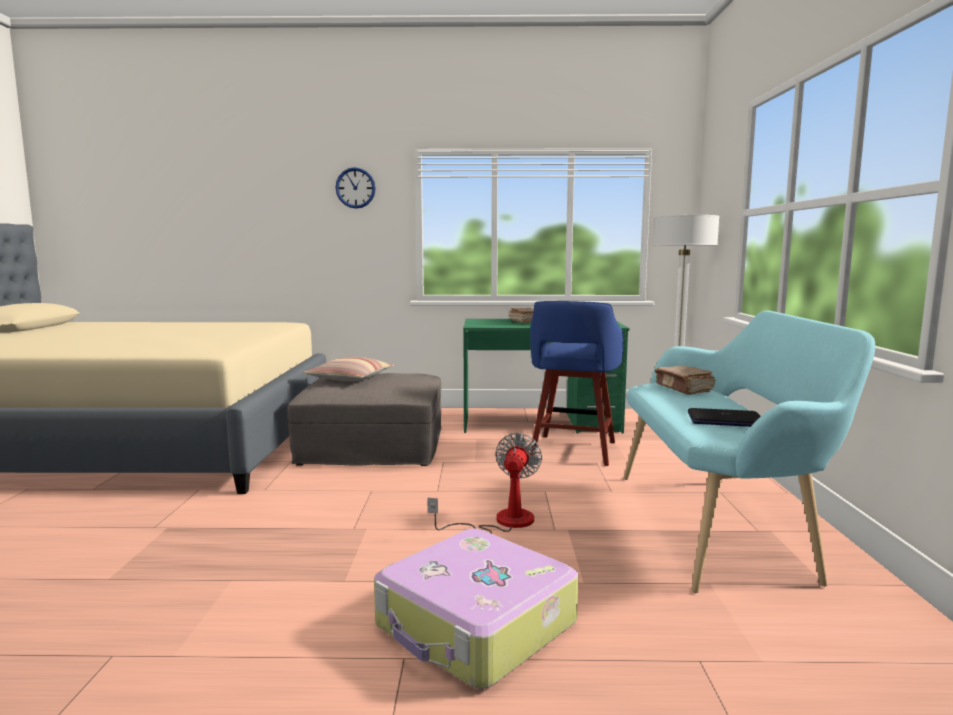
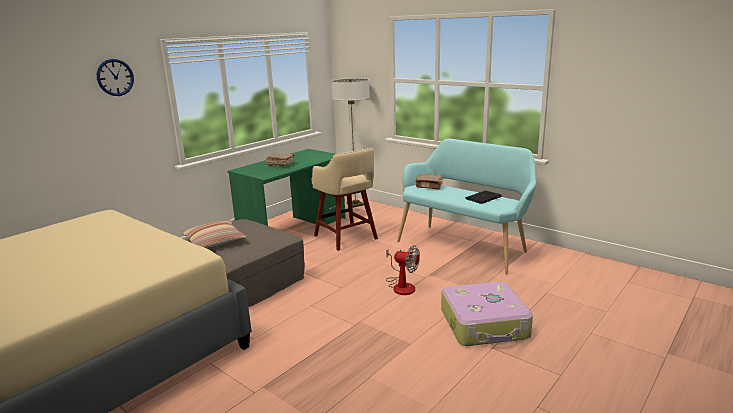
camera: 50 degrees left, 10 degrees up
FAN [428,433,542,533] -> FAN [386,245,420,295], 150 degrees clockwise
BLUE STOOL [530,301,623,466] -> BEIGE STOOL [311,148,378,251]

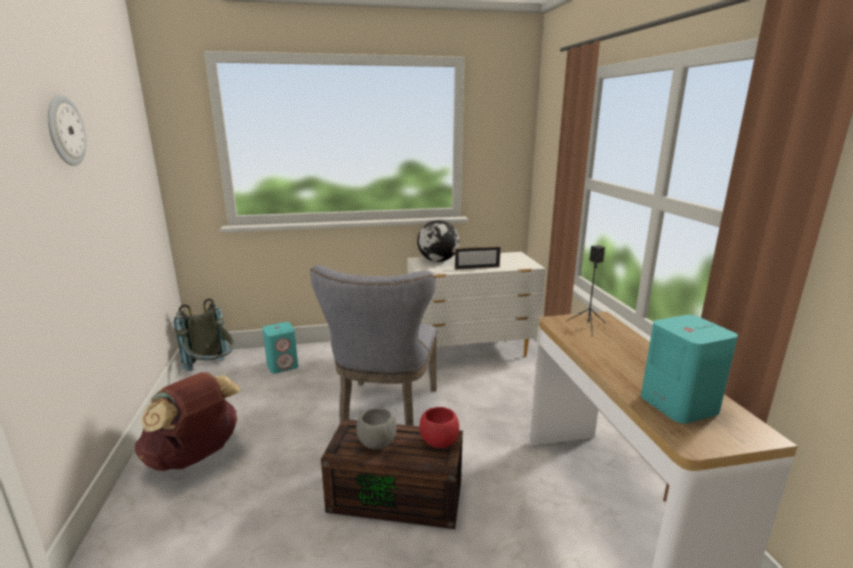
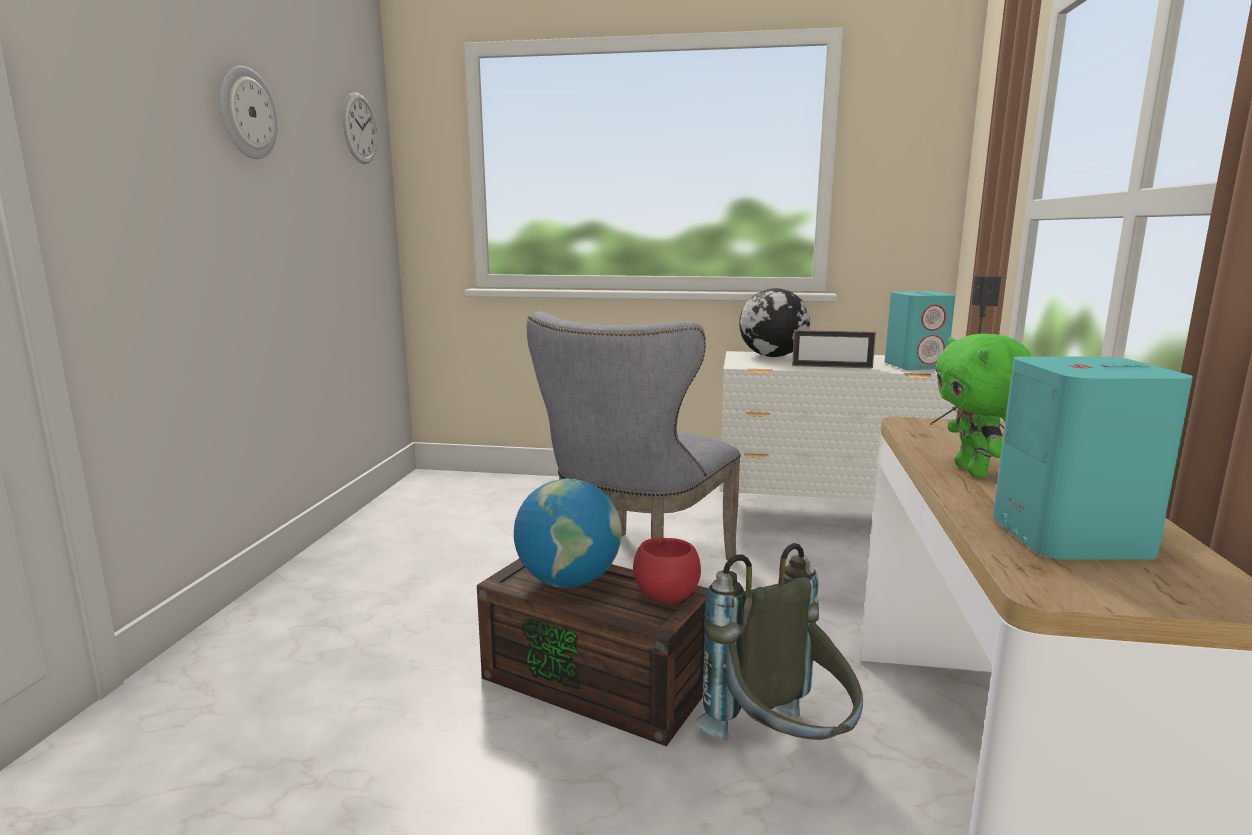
camera: 20 degrees right, 5 degrees down
BROWN BACKPACK [135,372,241,471] -> none
GREY BACKPACK [174,298,234,371] -> GREY BACKPACK [696,543,863,740], relocated
TURQUOISE SPEAKER [262,322,298,374] -> TURQUOISE SPEAKER [885,291,955,370], relocated
GREY BOWL [356,408,397,449] -> GLOBE [514,479,622,587]
none -> WALL CLOCK [342,92,378,164]
none -> GREEN PLUSH TOY [935,334,1031,477]

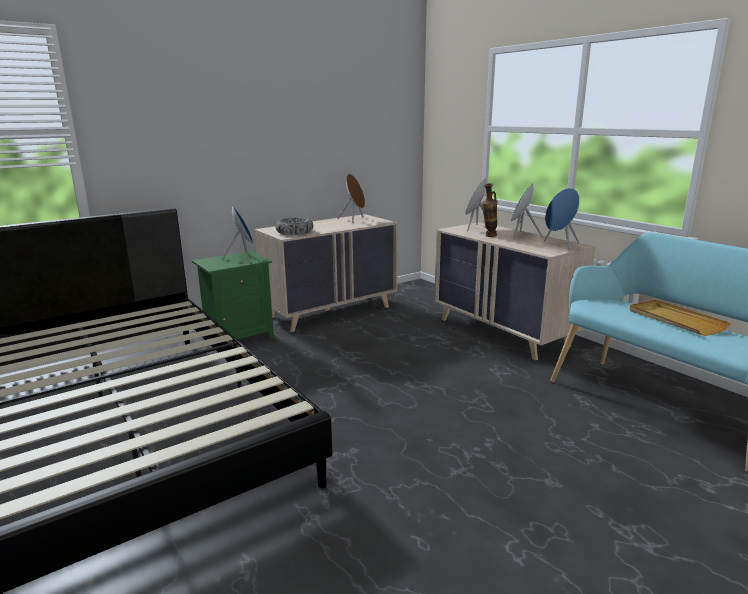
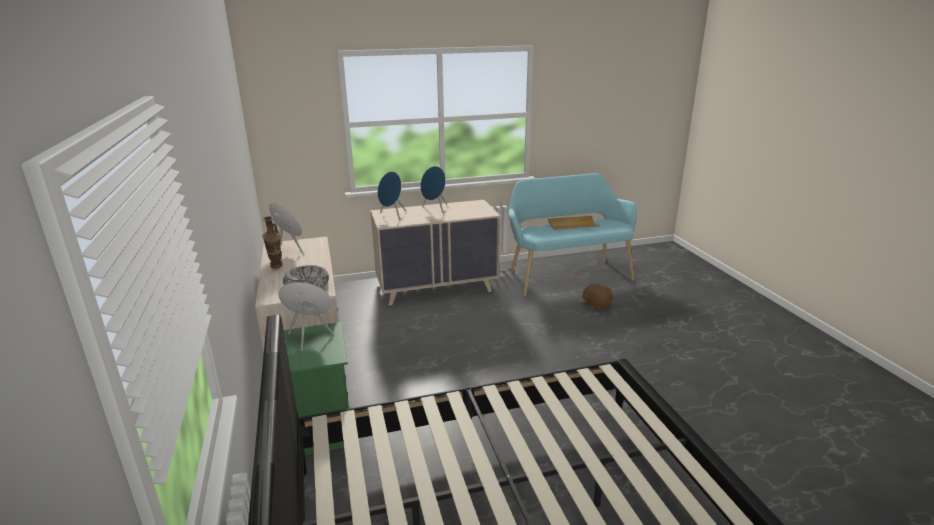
camera: 70 degrees left, 5 degrees up
VASE [482,183,498,237] -> VASE [262,216,282,269], relocated
BLUE SPEAKER [544,188,580,250] -> none
none -> BROWN PLUSH TOY [583,283,613,311]

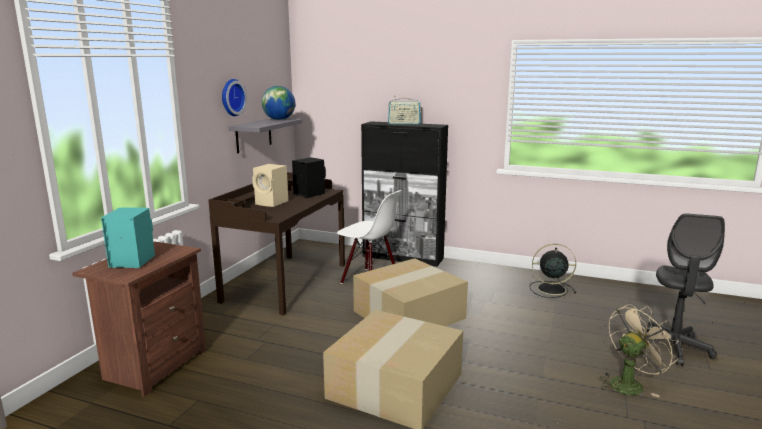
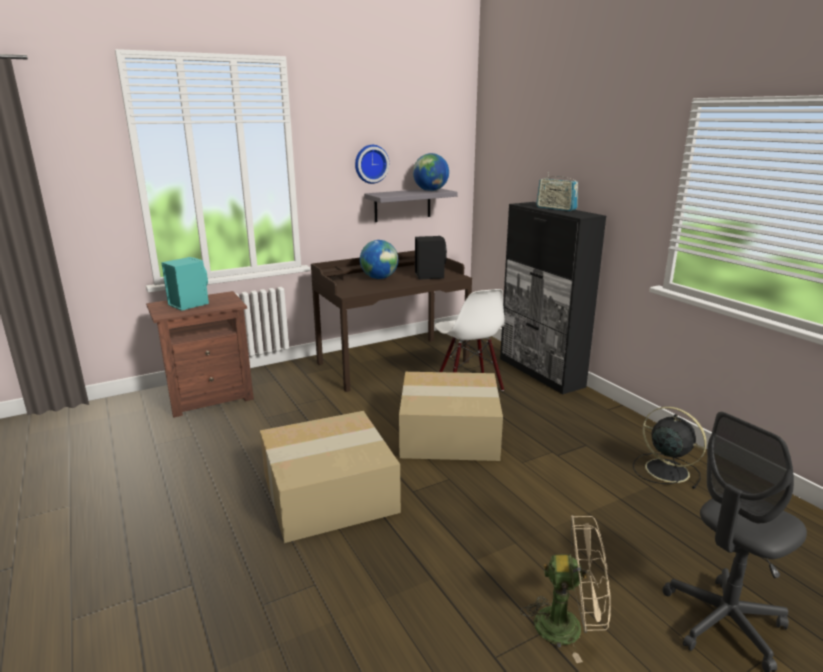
camera: 40 degrees right, 5 degrees up
BEIGE SPEAKER [252,164,288,207] -> GLOBE [360,240,398,279]

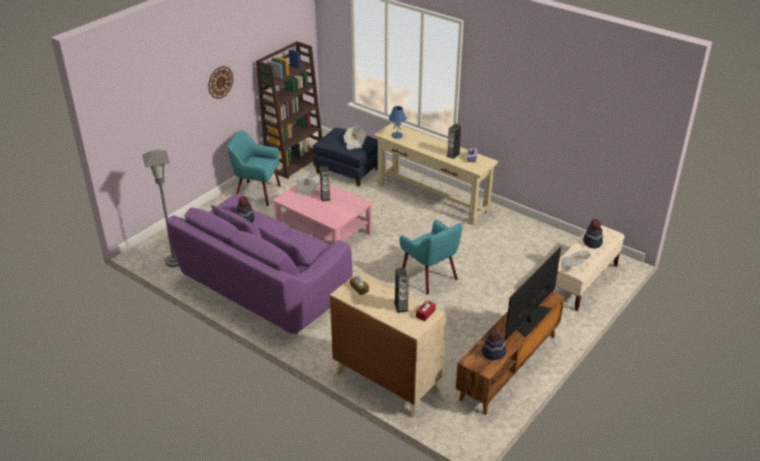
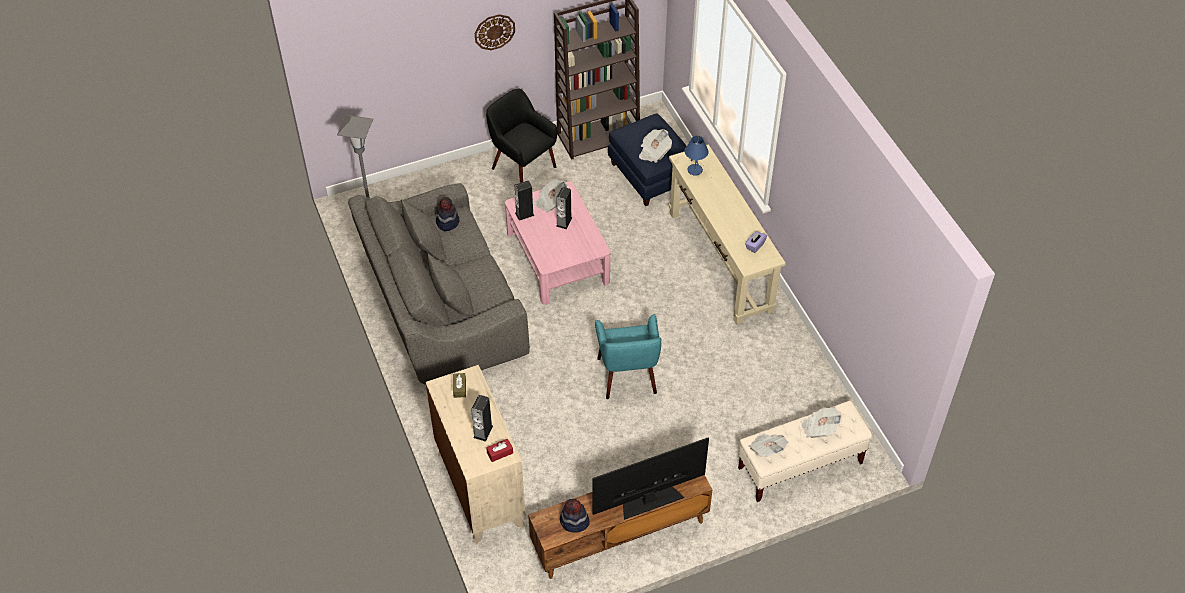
camera: 30 degrees right, 15 degrees up
PURPLE SOFA [166,194,353,334] -> GREY SOFA [348,183,530,385]
TURQUOISE ARMCHAIR [228,130,281,206] -> BLACK ARMCHAIR [486,88,557,183]
SPEAKER [447,123,461,159] -> SPEAKER [515,180,535,221], relocated
HAT [583,219,603,248] -> NEWSPAPER [801,408,842,438]

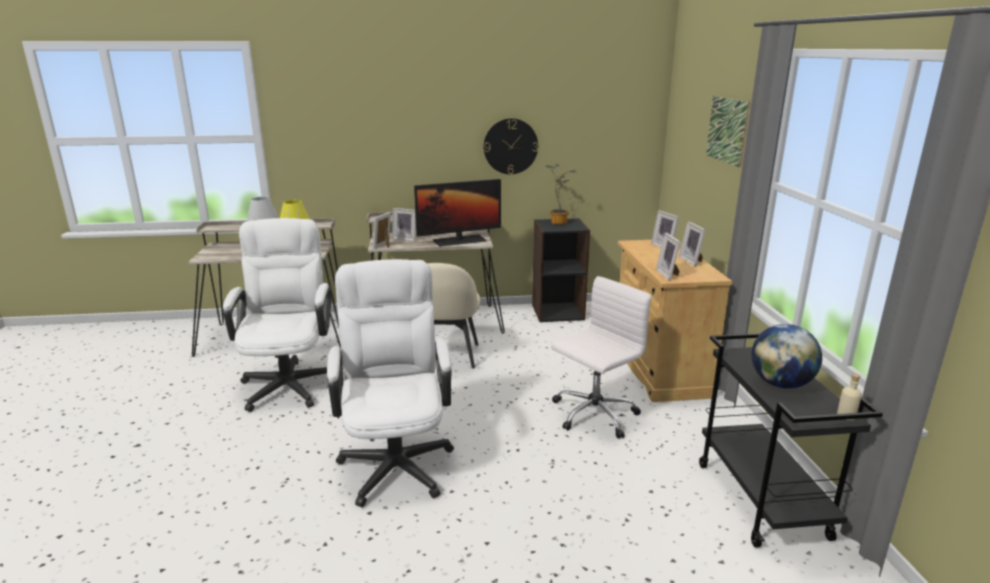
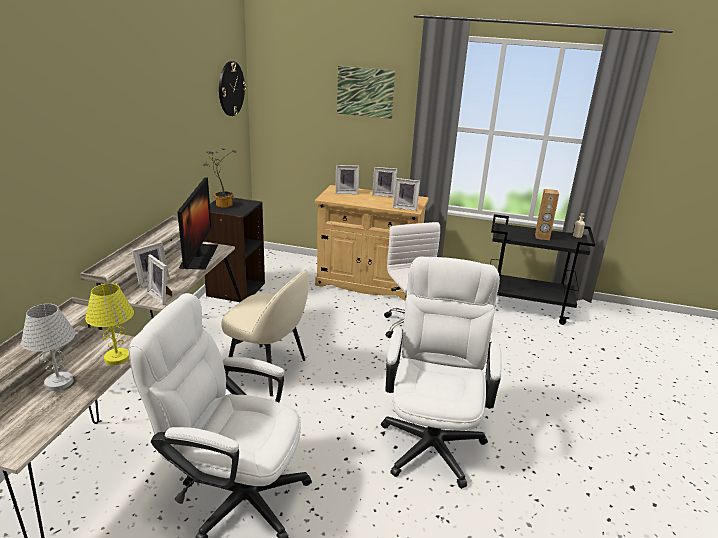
camera: 70 degrees left, 5 degrees up
WHITE OFFICE CHAIR [327,259,454,507] -> WHITE OFFICE CHAIR [381,256,502,489], 90 degrees clockwise
WALL CLOCK [484,118,538,174] -> WALL CLOCK [219,61,246,116], relocated
GLOBE [751,324,822,389] -> BROWN SPEAKER [535,189,559,240]

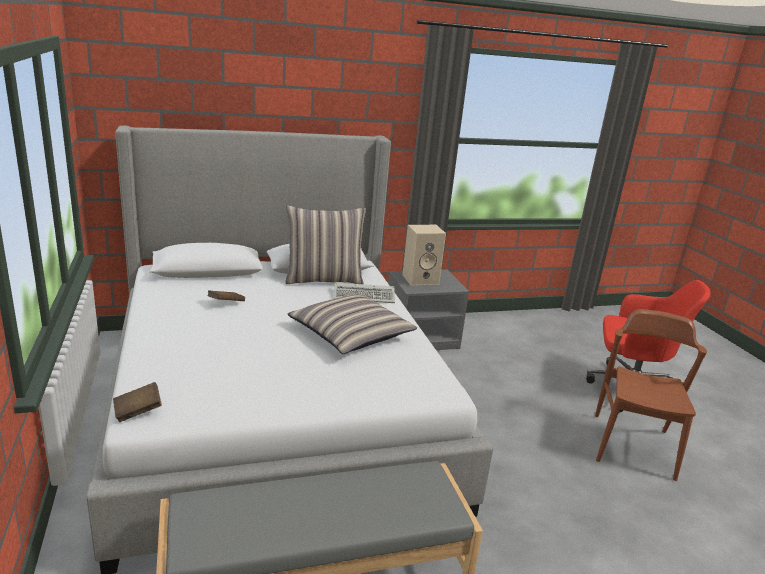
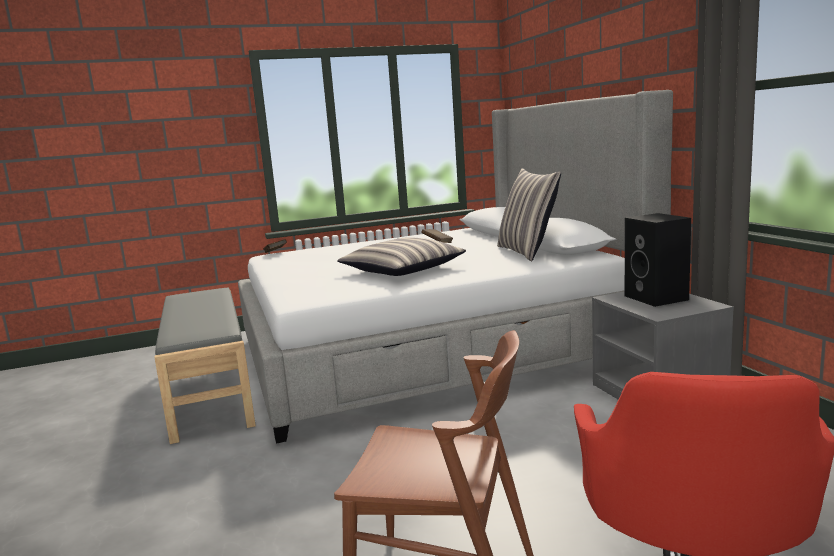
camera: 90 degrees right, 10 degrees down
KEYBOARD [334,283,395,303] -> none
BEIGE SPEAKER [402,225,446,286] -> BLACK SPEAKER [625,213,691,307]

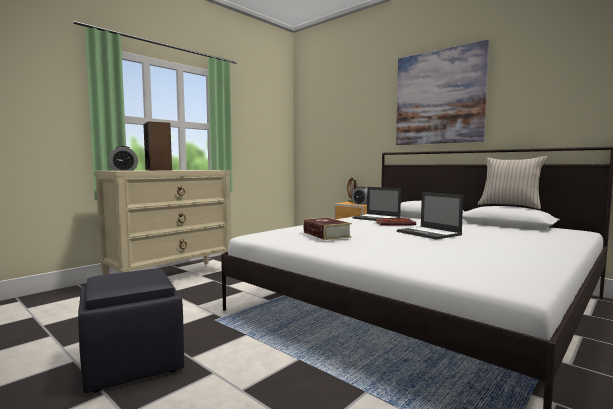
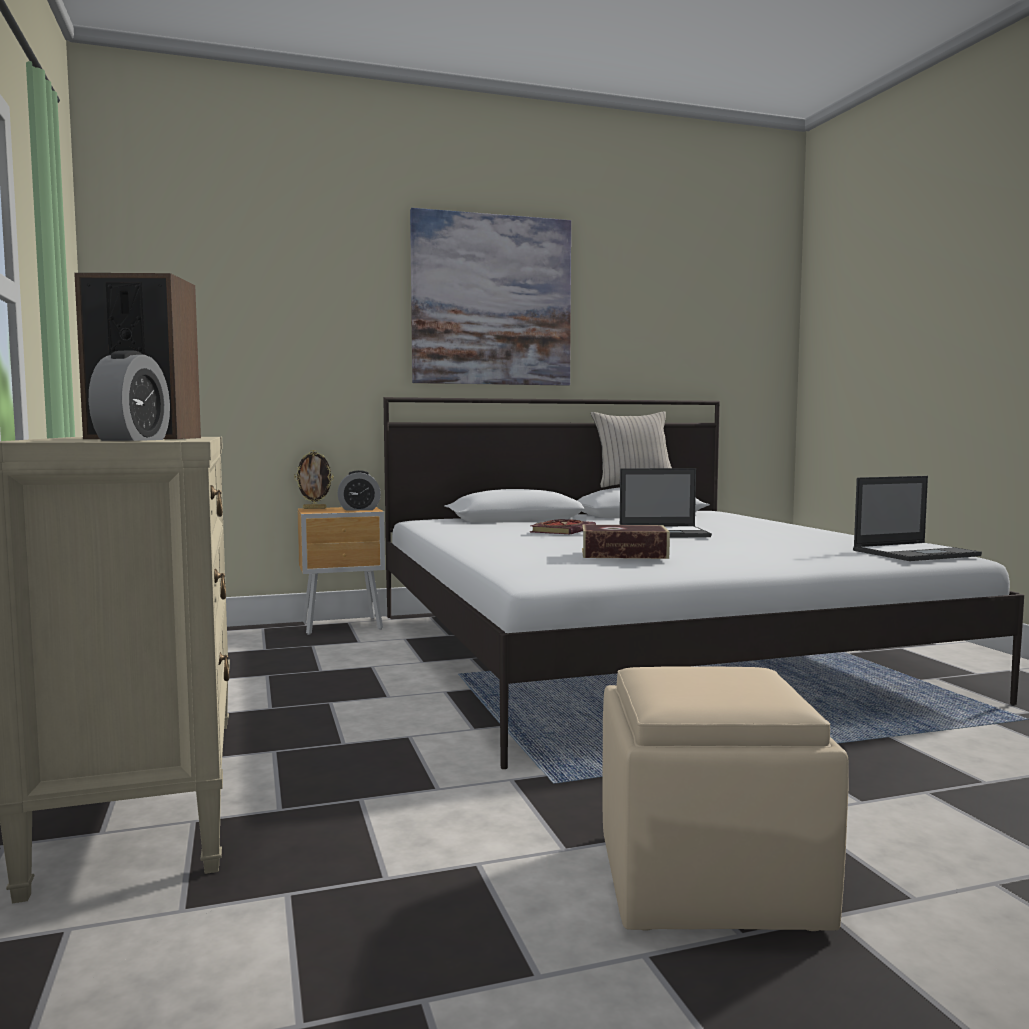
camera: 60 degrees left, 0 degrees up
BLACK OTTOMAN [78,268,184,393] -> BEIGE OTTOMAN [602,666,849,931]
LAPTOP [352,187,401,221] -> LAPTOP [853,476,982,561], relocated

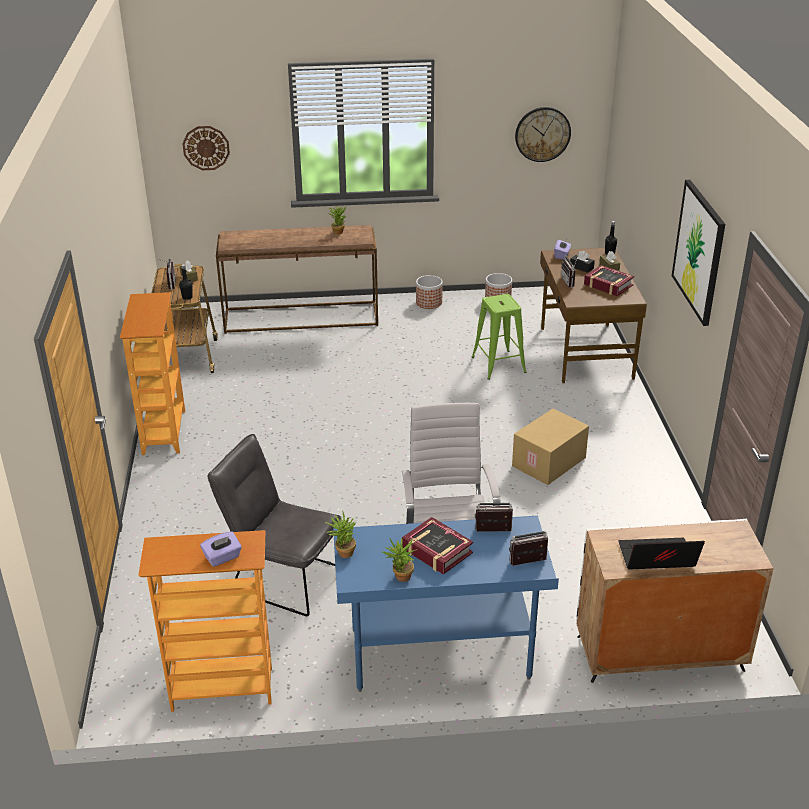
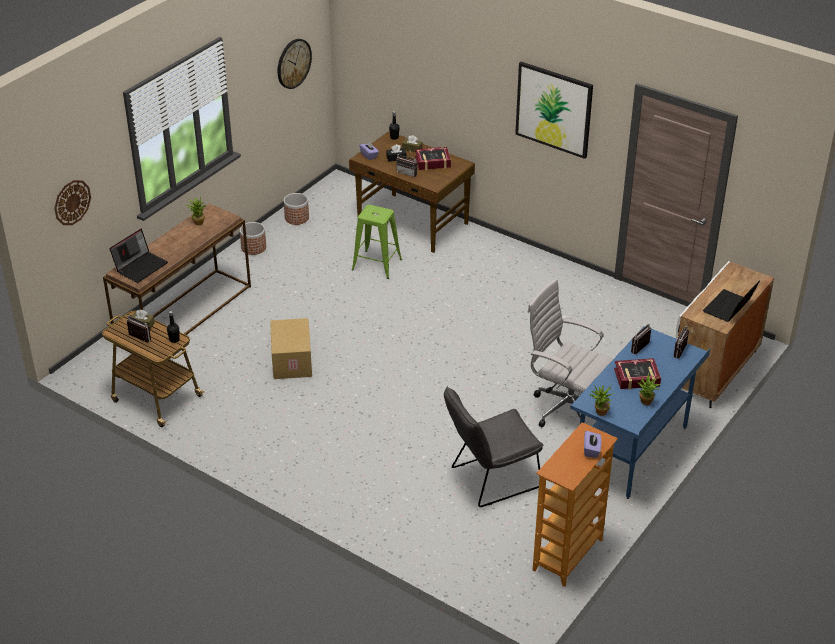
camera: 50 degrees left, 5 degrees up
BOOKCASE [120,292,185,455] -> none
CARDBOARD BOX [512,409,589,485] -> CARDBOARD BOX [270,318,312,379], relocated
none -> LAPTOP [109,229,168,283]

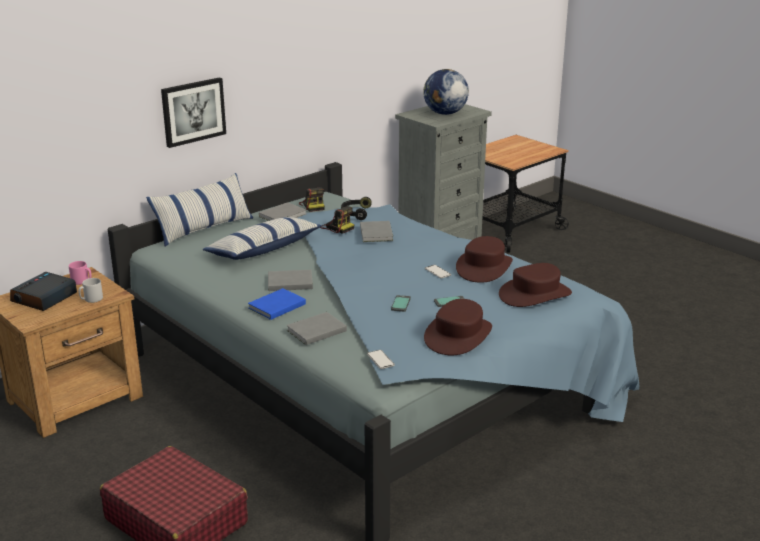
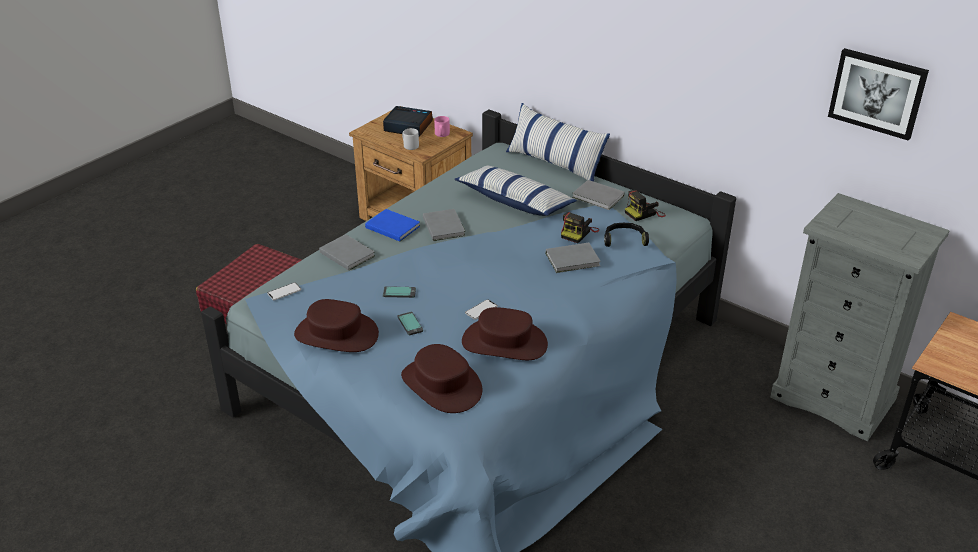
camera: 80 degrees right, 10 degrees up
PICTURE [161,77,226,148] -> PICTURE [828,48,929,141], relocated
GLOBE [423,69,469,115] -> none

